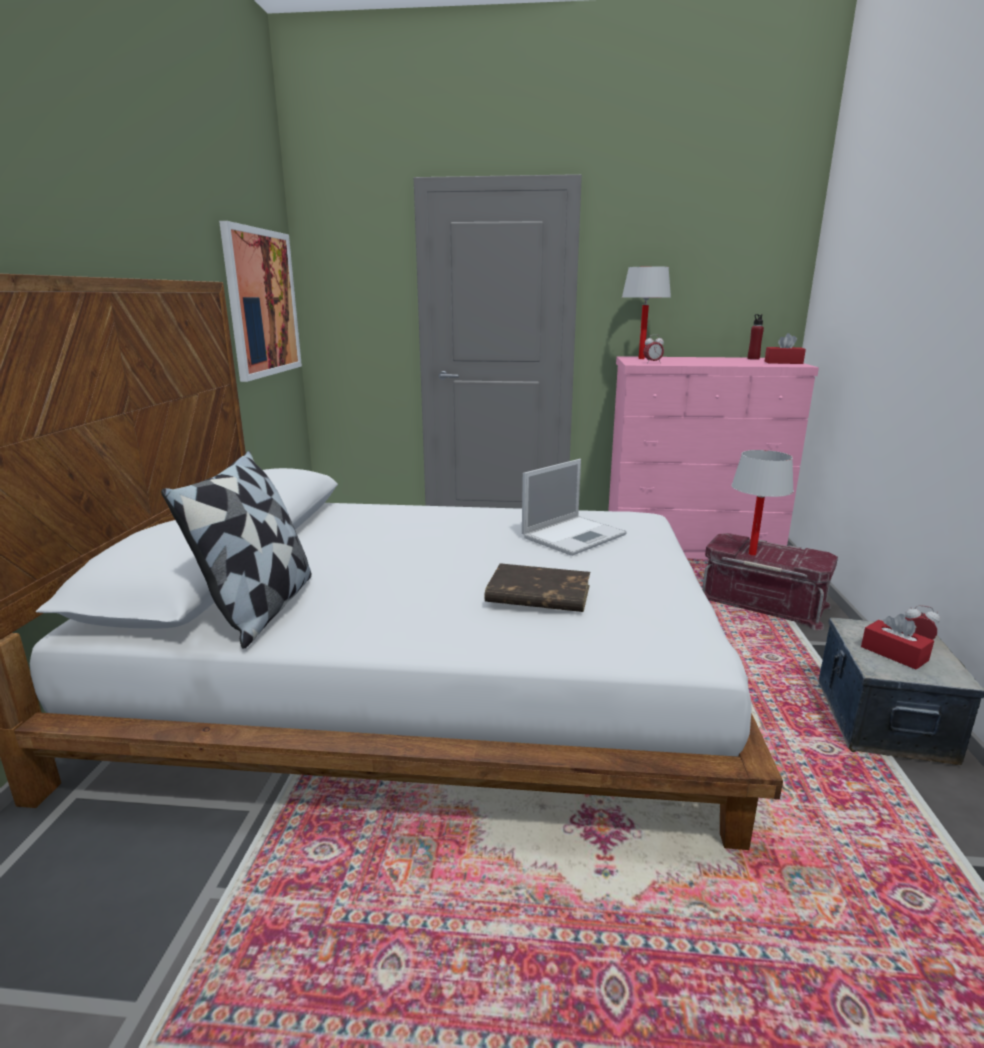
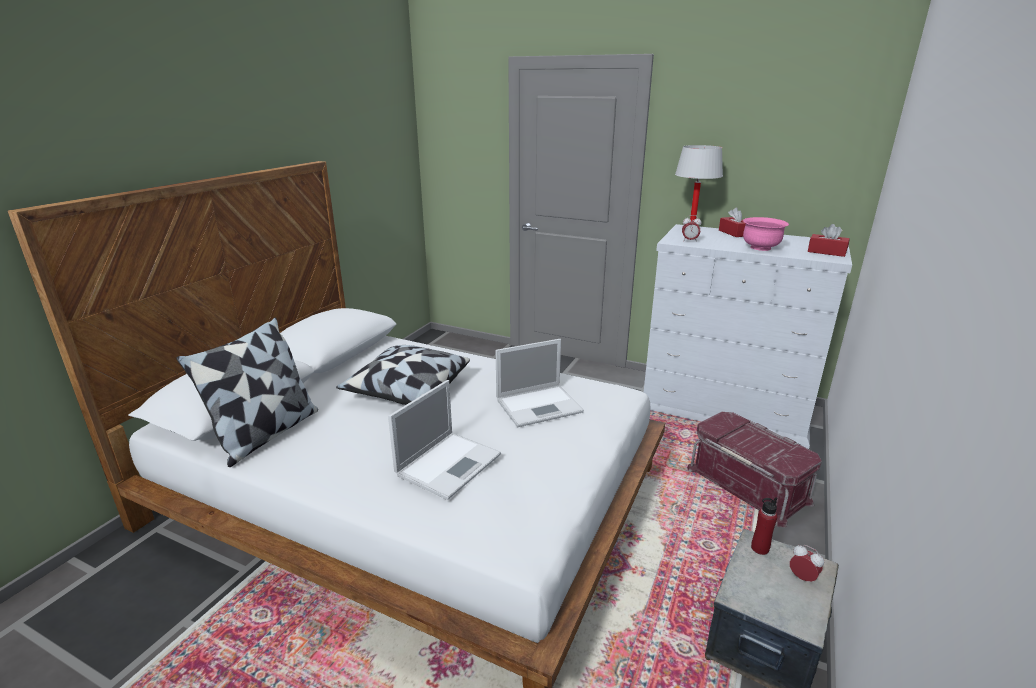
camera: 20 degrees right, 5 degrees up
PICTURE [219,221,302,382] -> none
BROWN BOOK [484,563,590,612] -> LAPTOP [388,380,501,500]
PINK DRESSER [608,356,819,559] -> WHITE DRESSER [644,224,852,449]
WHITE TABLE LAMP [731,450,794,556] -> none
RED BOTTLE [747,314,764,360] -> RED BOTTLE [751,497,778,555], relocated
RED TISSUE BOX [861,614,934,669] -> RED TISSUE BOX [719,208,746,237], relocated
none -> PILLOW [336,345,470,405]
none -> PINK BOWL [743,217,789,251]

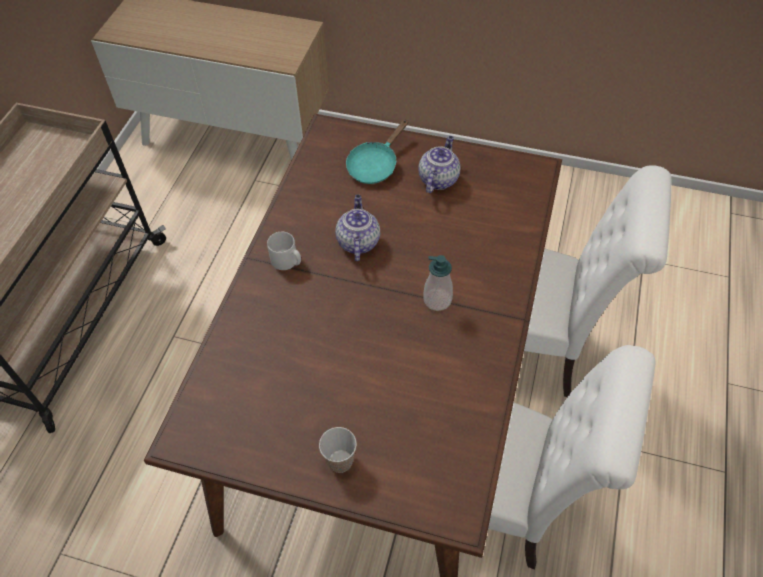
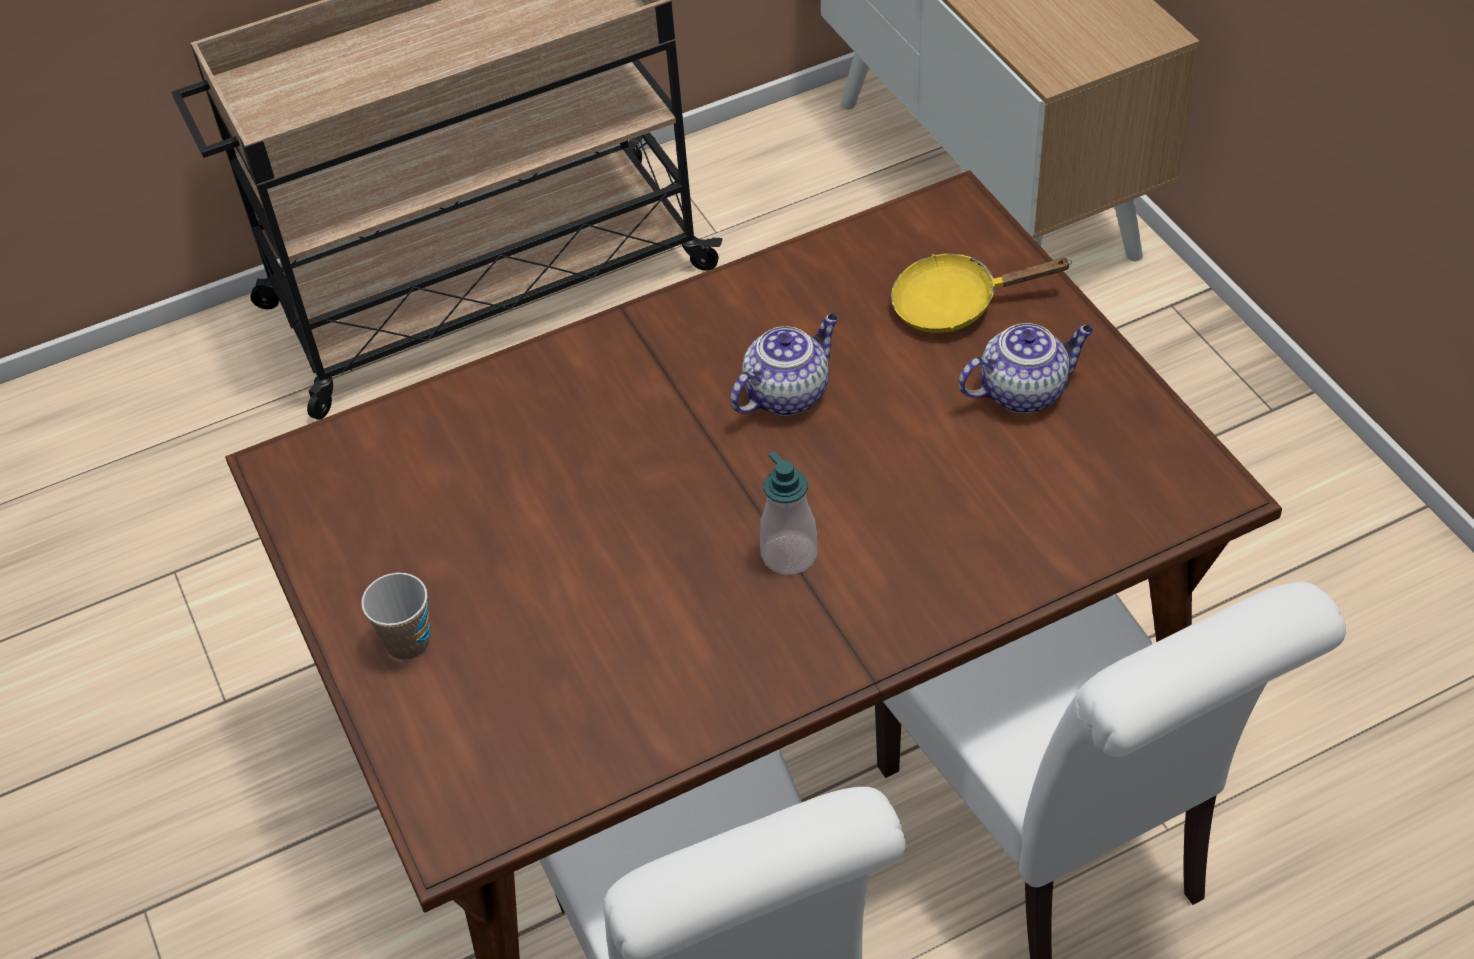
camera: 50 degrees right, 5 degrees down
GREY MUG [267,232,301,270] -> none
TURQUOISE FRYING PAN [346,119,409,184] -> YELLOW FRYING PAN [891,254,1072,333]

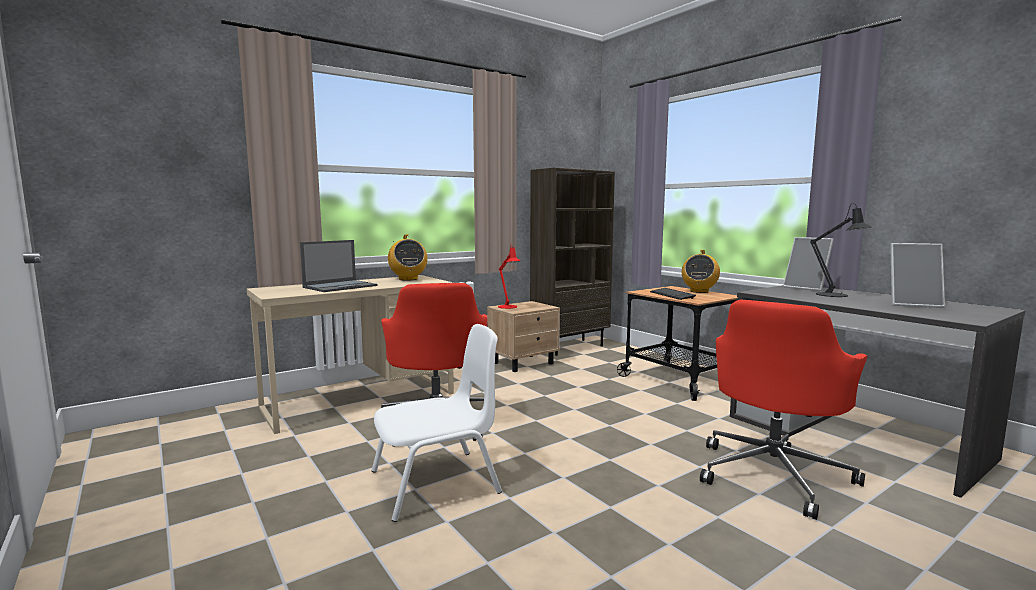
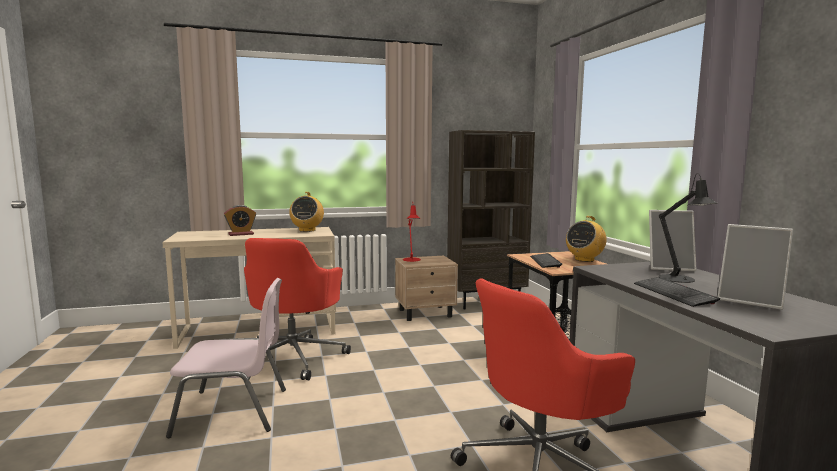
camera: 20 degrees right, 0 degrees up
LAPTOP [300,240,377,292] -> ALARM CLOCK [224,205,256,236]
WHITE CHAIR [372,324,502,522] -> PINK CHAIR [166,278,286,438]
PICTURE FRAME [783,237,834,291] -> PICTURE FRAME [649,210,697,271], 60 degrees counterclockwise
none -> KEYBOARD [634,277,720,307]

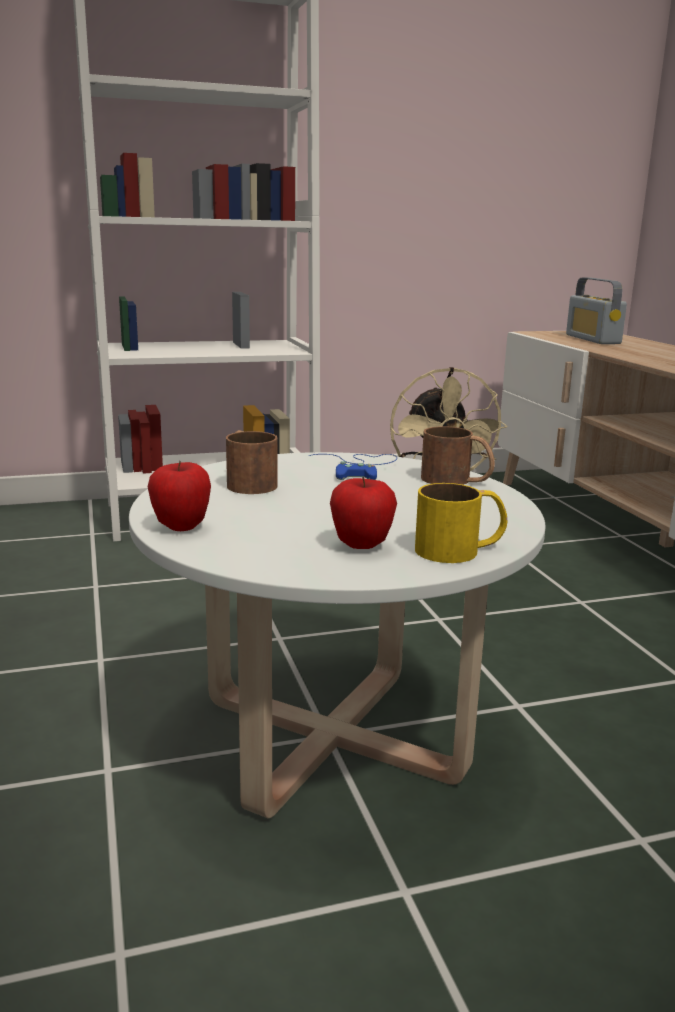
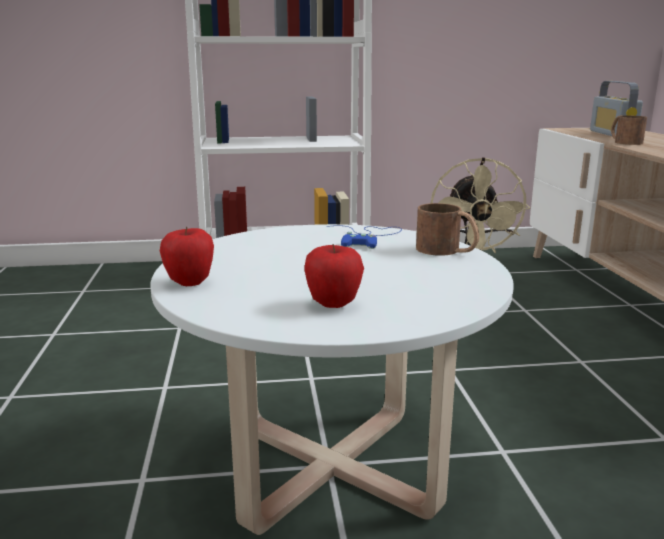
camera: 10 degrees right, 0 degrees up
BROWN MUG [226,430,278,494] -> BROWN MUG [611,115,647,145], relocated
YELLOW MUG [415,483,507,563] -> none

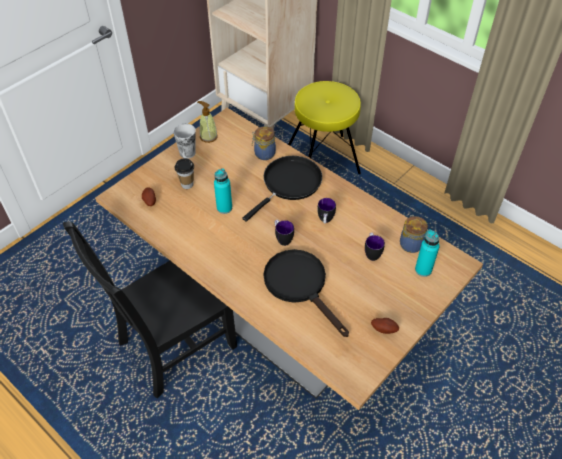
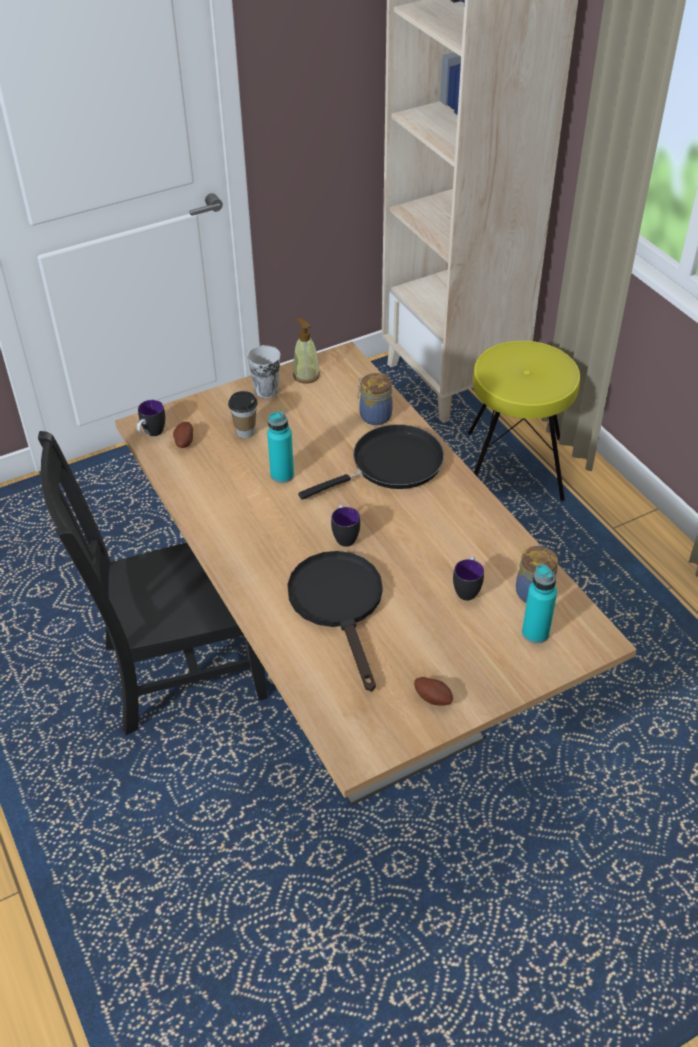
camera: 20 degrees right, 5 degrees down
MUG [317,198,336,223] -> MUG [137,400,165,436], relocated

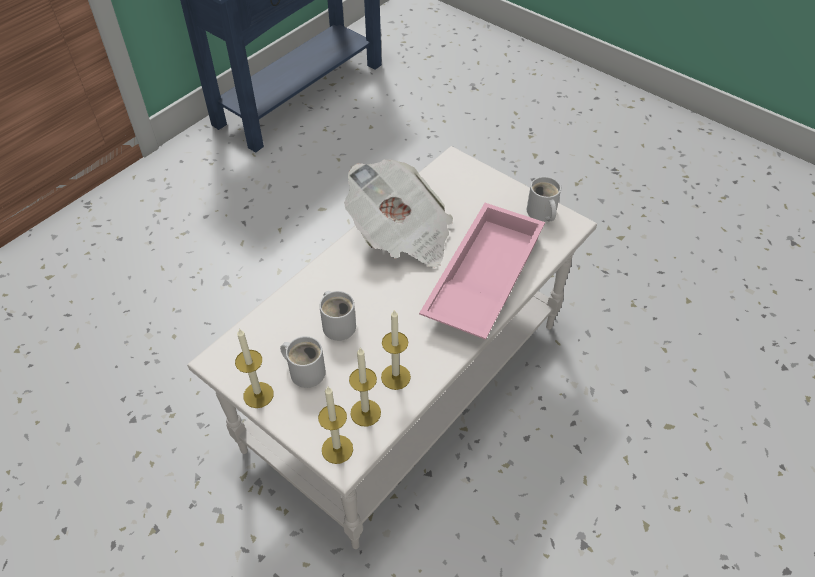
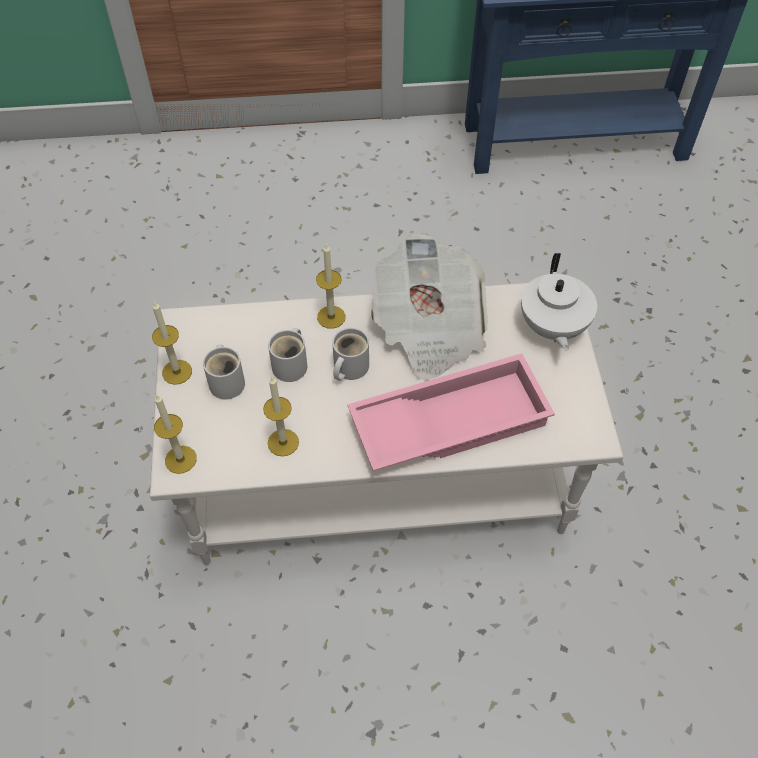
camera: 45 degrees right, 5 degrees up
CANDLE [349,348,381,427] -> CANDLE [316,245,346,329], relocated
WHITE MUG [527,177,561,222] -> WHITE MUG [332,328,369,381], relocated
none -> WHITE TEAPOT [521,253,597,351]

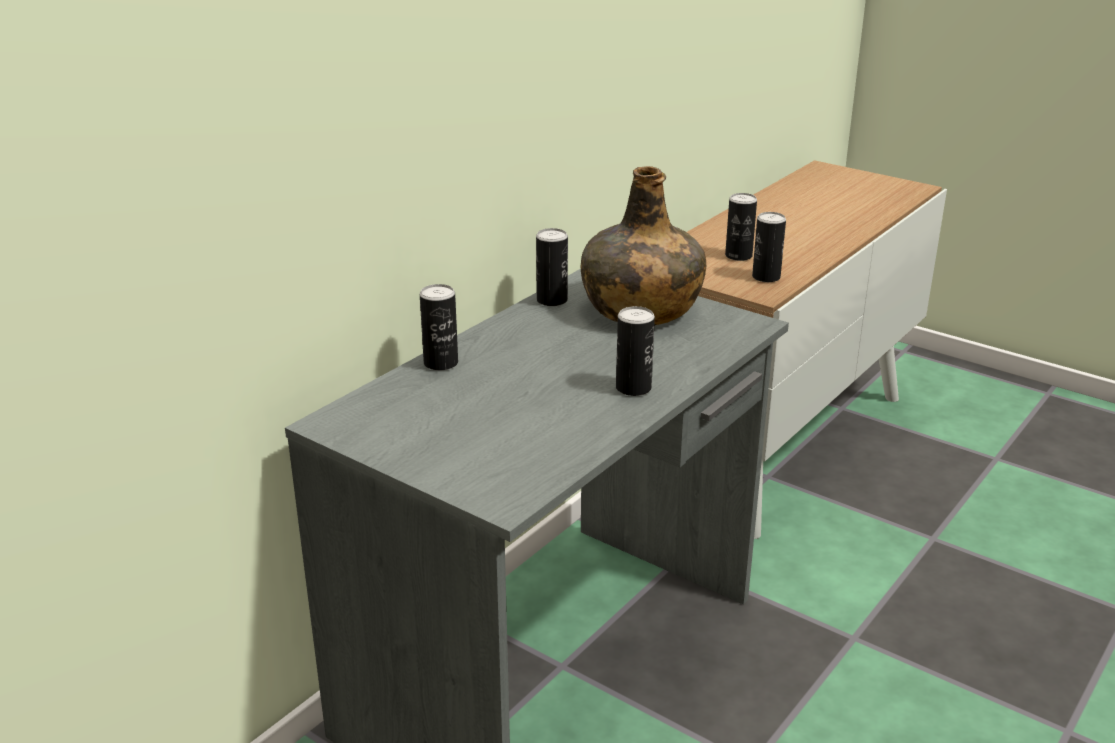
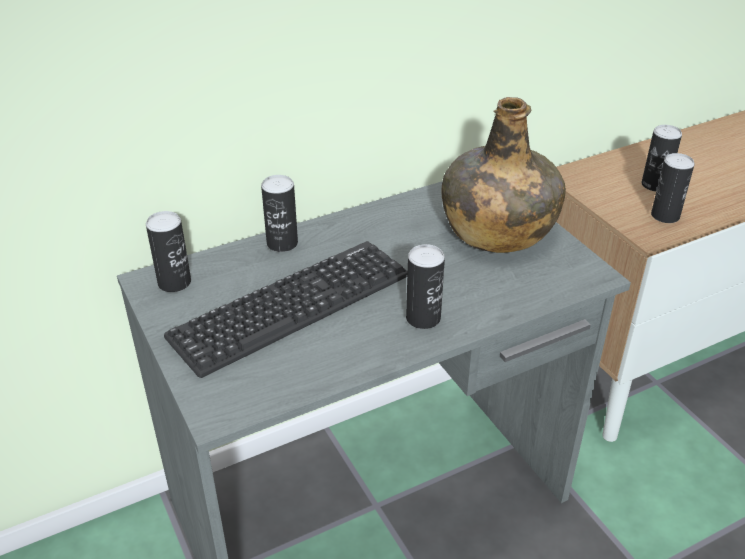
camera: 25 degrees right, 10 degrees up
CAN [536,228,568,306] -> CAN [146,211,191,292], relocated
none -> KEYBOARD [164,241,408,378]

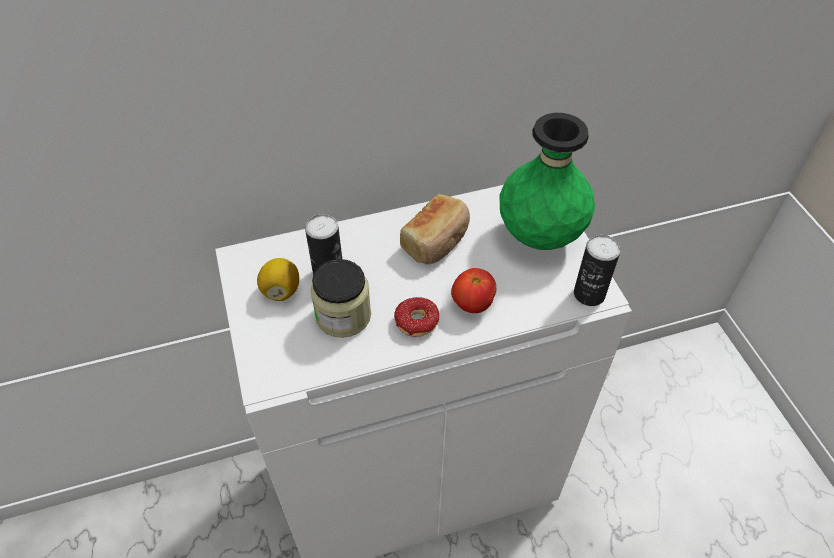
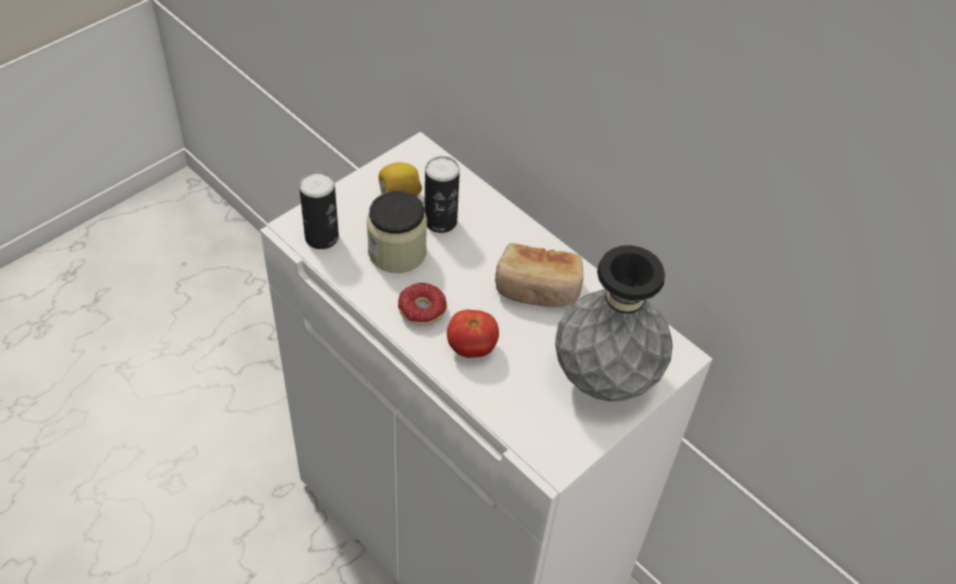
camera: 60 degrees right, 0 degrees up
GREEN VASE [500,113,595,250] -> GREY VASE [555,245,673,401]
CAN [574,235,621,306] -> CAN [299,171,339,249], relocated

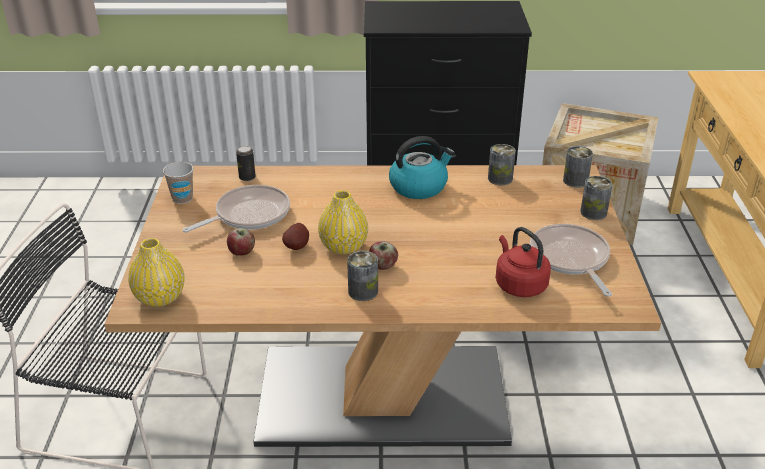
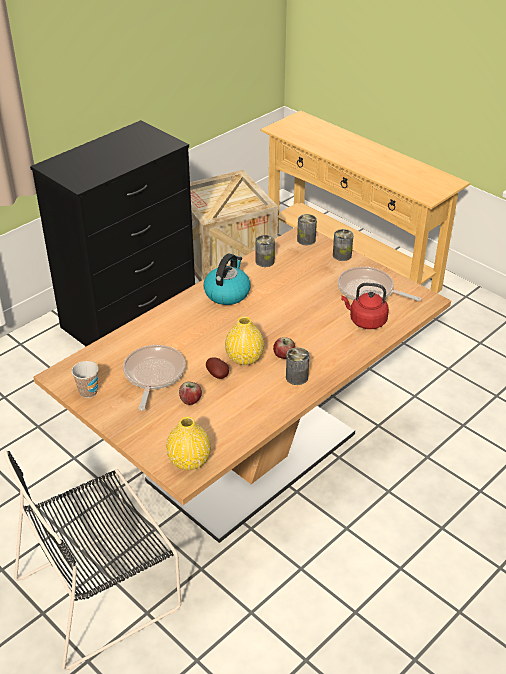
camera: 45 degrees left, 5 degrees up
CAN [236,146,256,181] -> none

